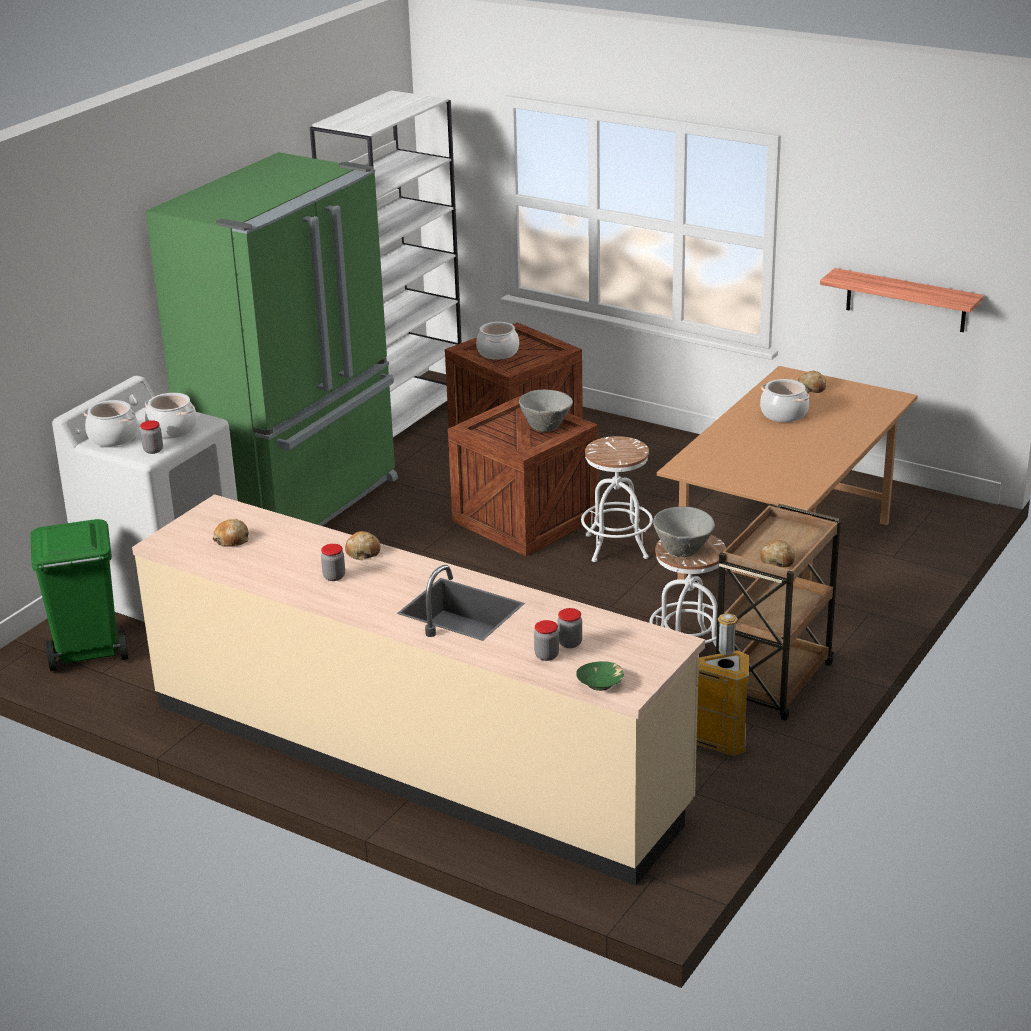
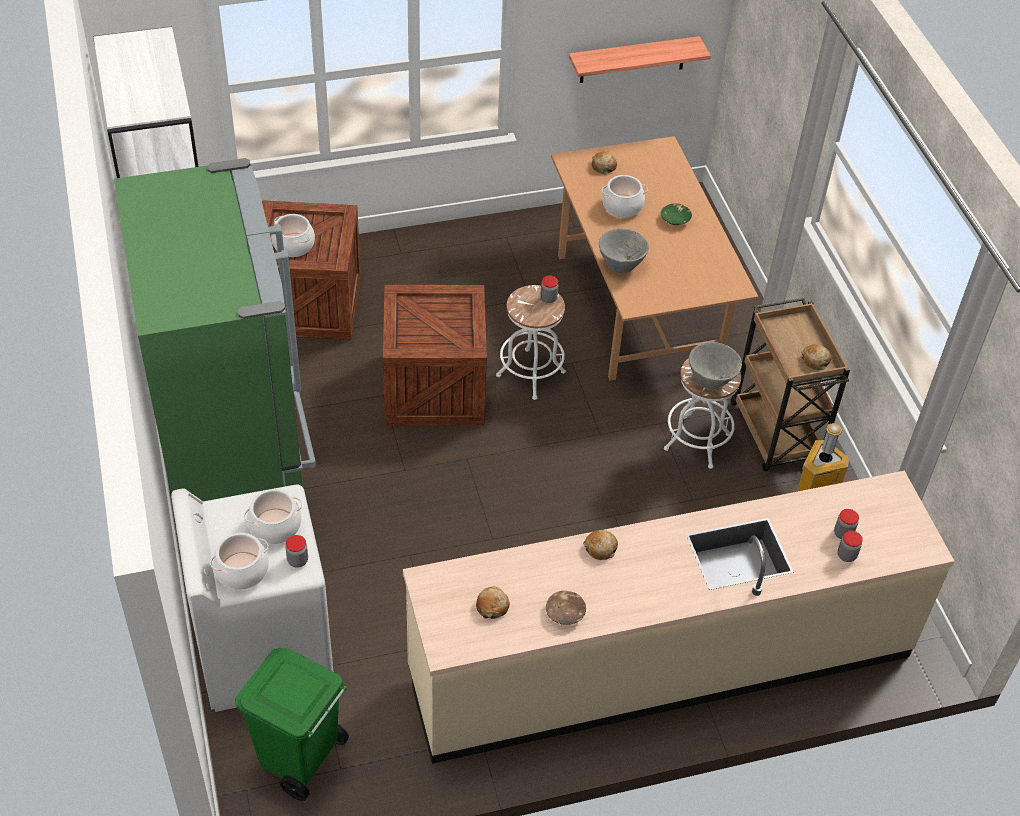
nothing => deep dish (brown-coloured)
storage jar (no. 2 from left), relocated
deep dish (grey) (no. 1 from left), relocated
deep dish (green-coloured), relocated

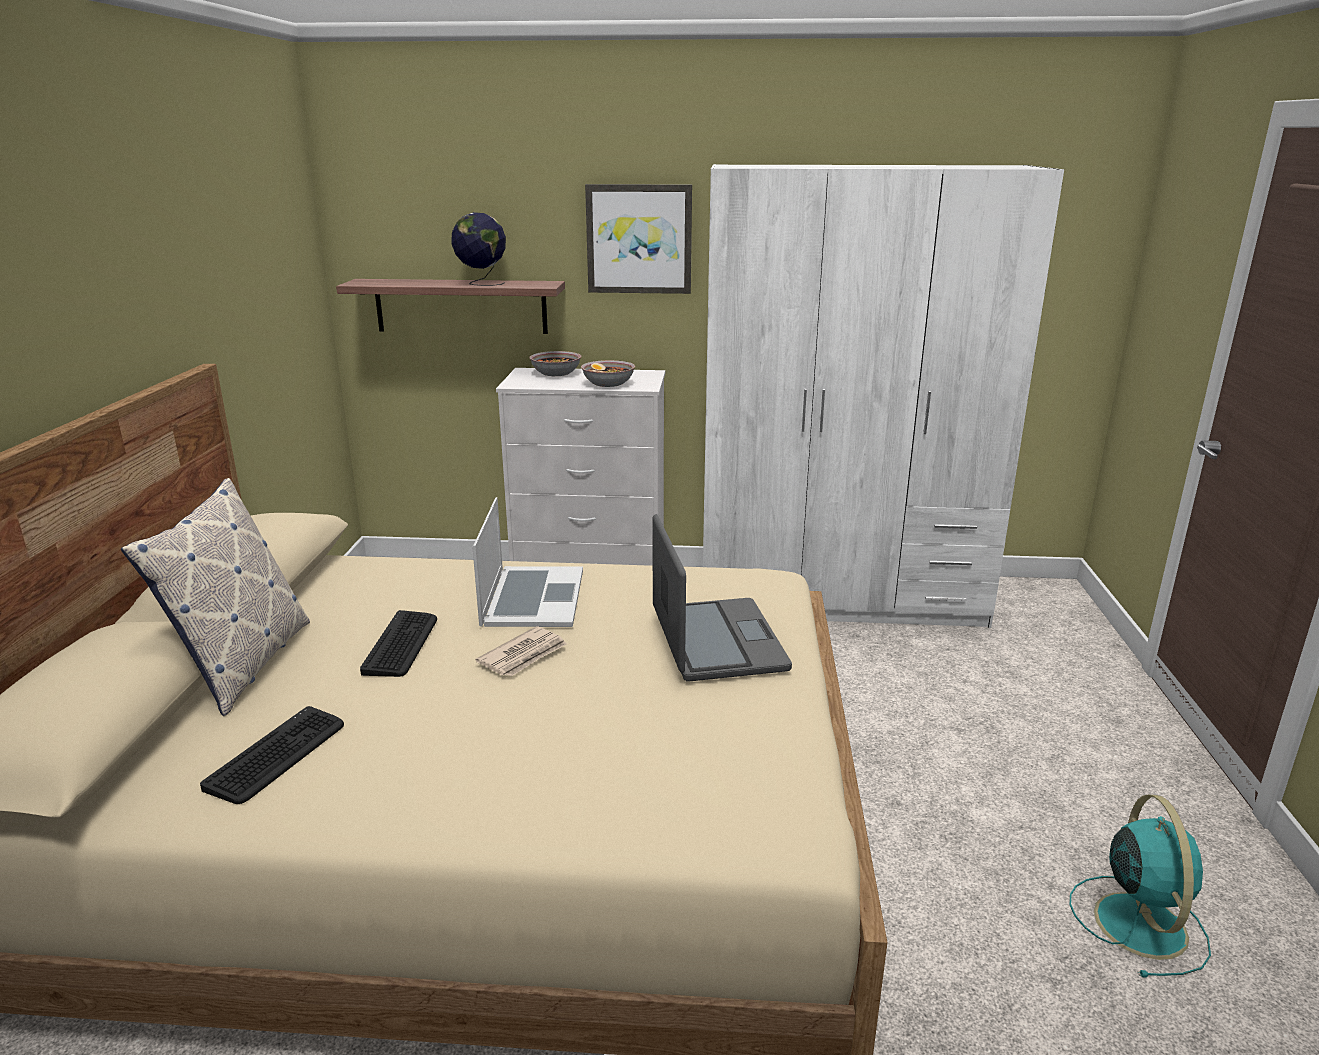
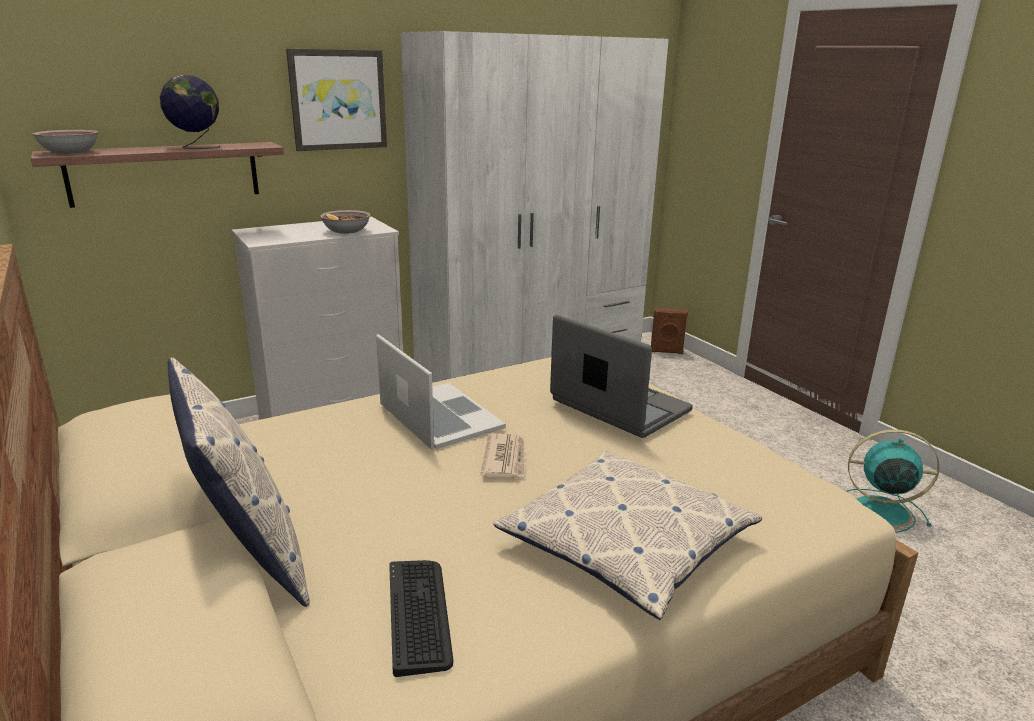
PC keyboard (no. 2 from left) => nothing
nothing => throw pillow (no. 2 from left)
nothing => speaker (brown-coloured)
deep dish (no. 1 from left), relocated
cooling fan (turquoise), 45 degrees counterclockwise

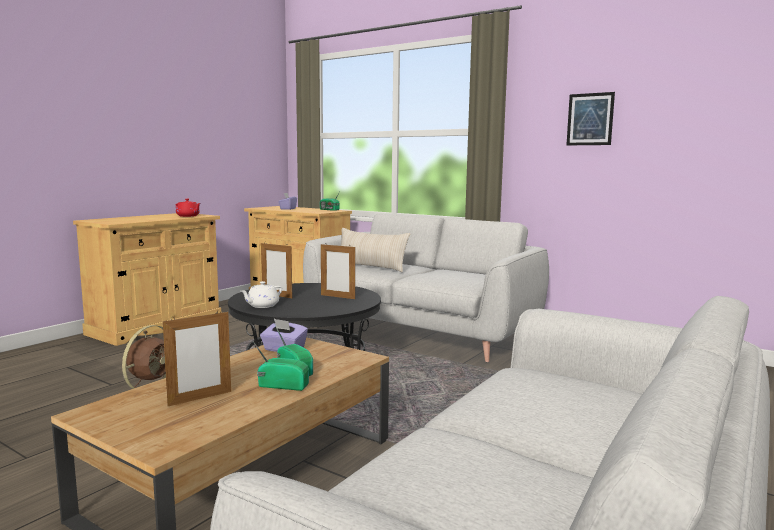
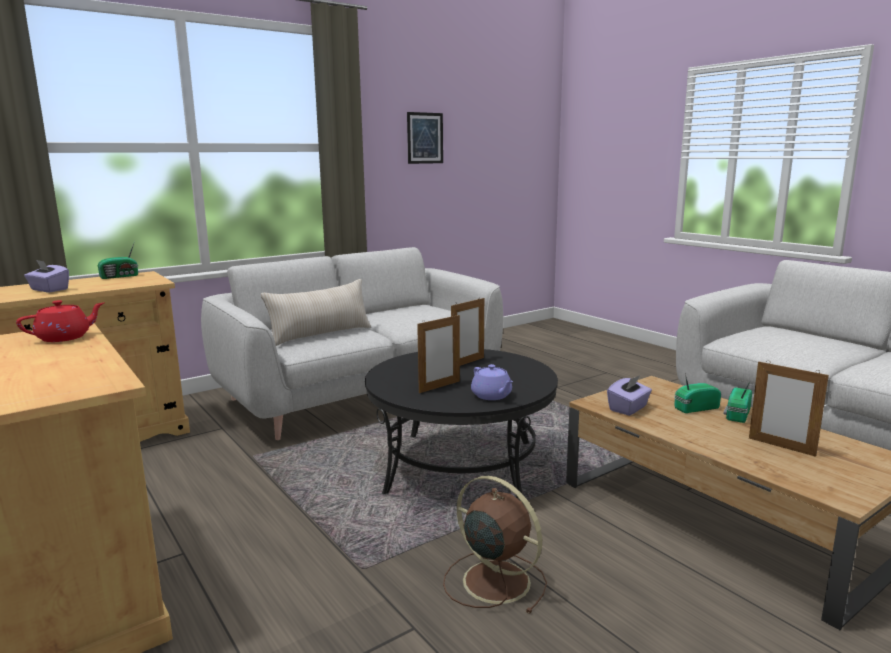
pot for tea (white-coloured) => pot for tea (purple-coloured)
photo frame (no. 1 from left in the first image) => photo frame (no. 3 from left), 150 degrees clockwise

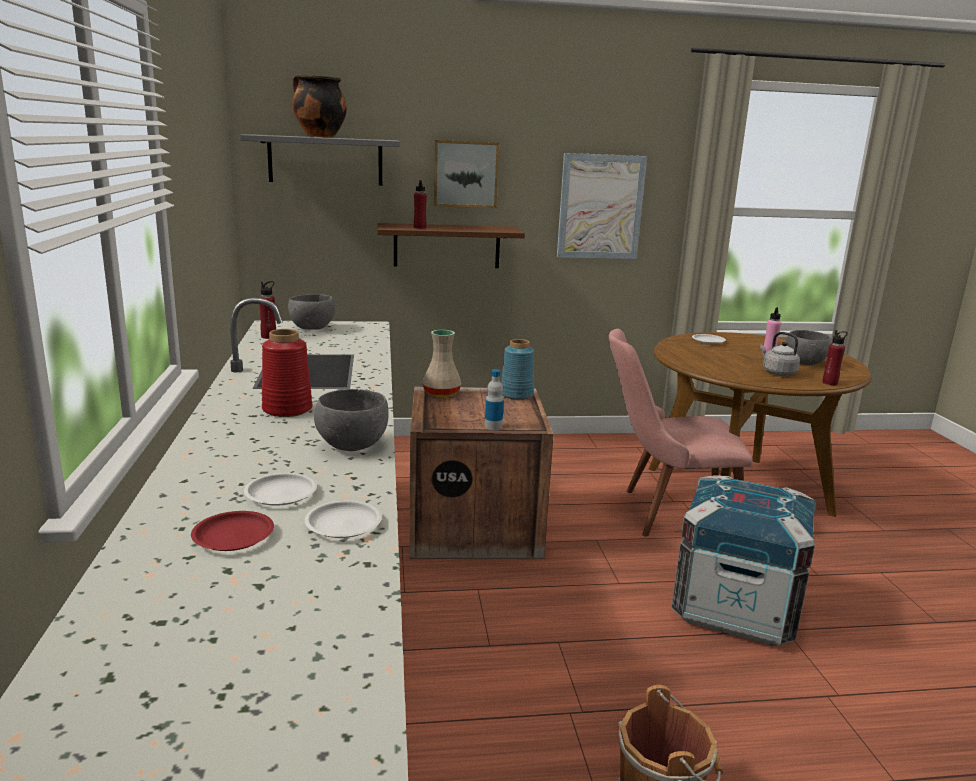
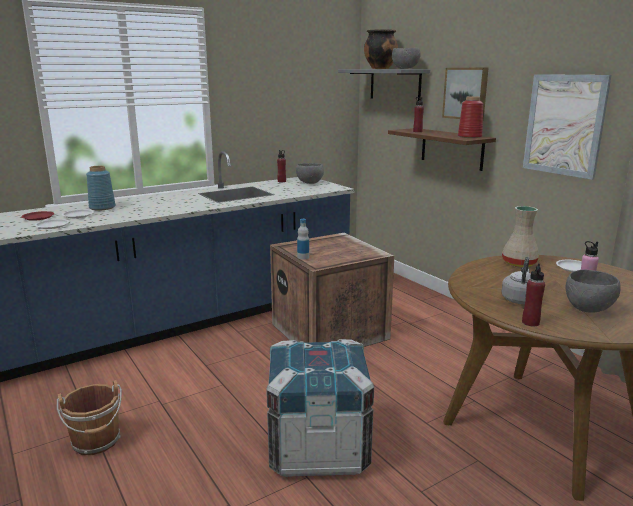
upright chair (pink-coloured) => nothing
vase (reddish), relocated
deep dish (grey) (no. 2 from left), relocated
vase (beige), relocated
vase (bluish), relocated

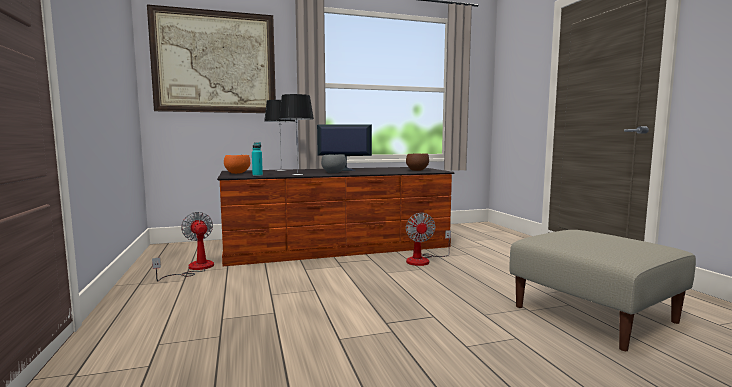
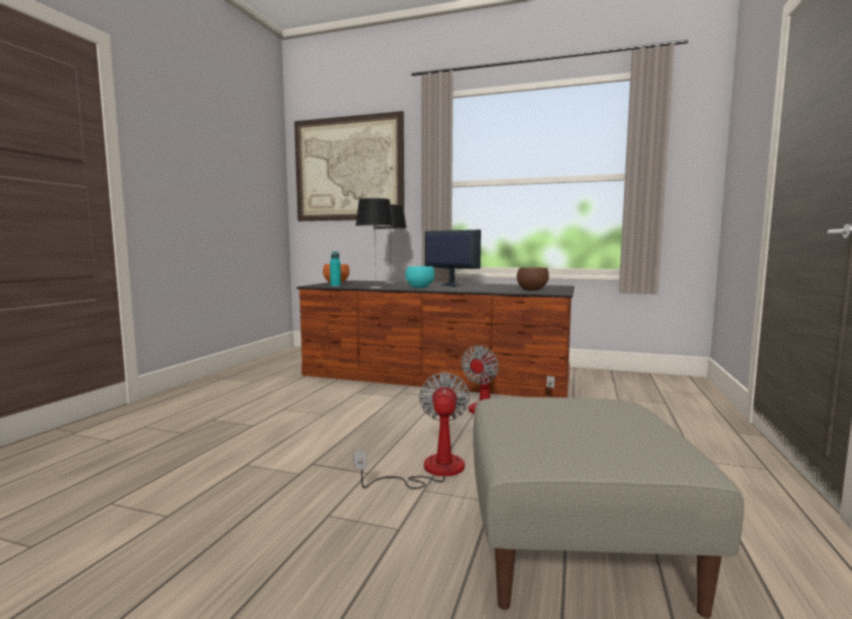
cooling fan (no. 1 from left), relocated
deep dish (grey) => deep dish (turquoise)

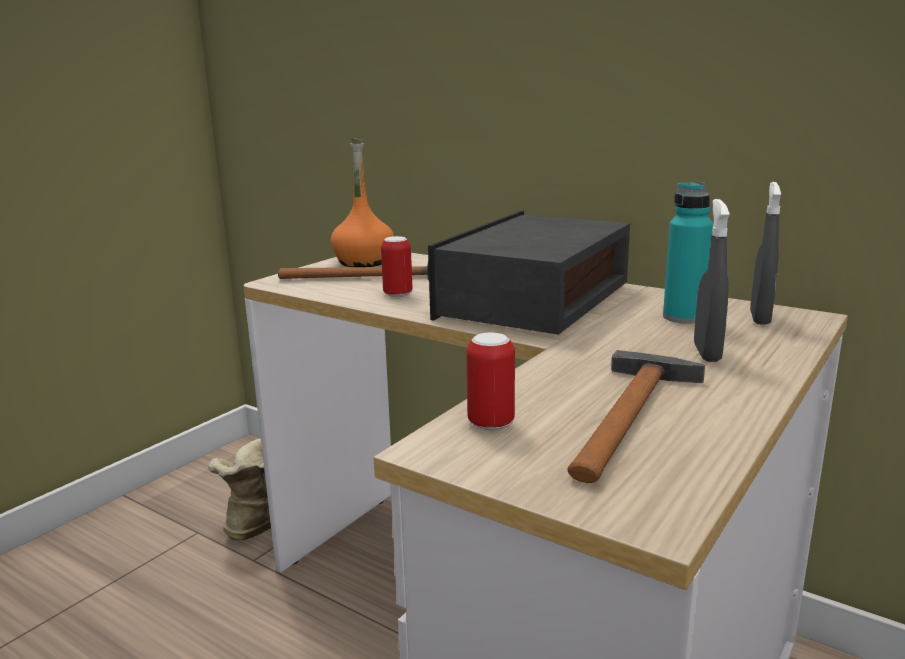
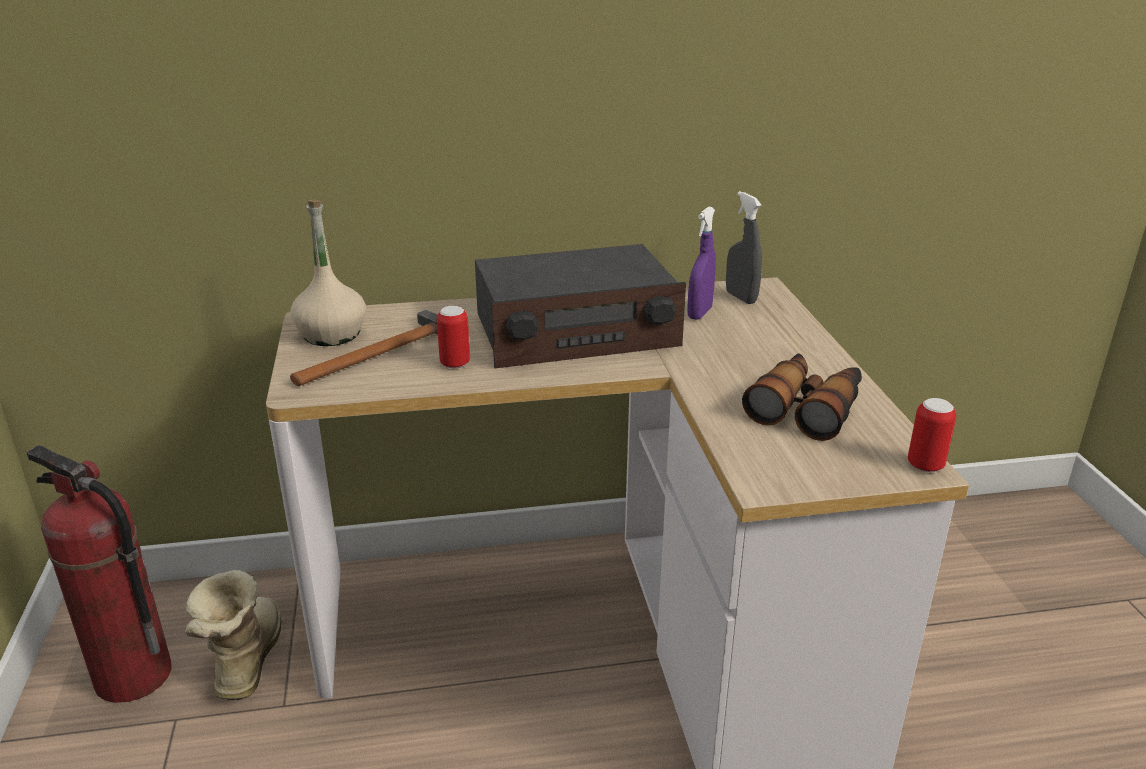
spray bottle (grey) (no. 1 from left) => nothing
nothing => fire extinguisher
sealed can (no. 2 from left), relocated
hammer (no. 2 from left) => field glasses
beverage bottle (turquoise) => spray bottle (purple-coloured)
beverage bottle (orange) => beverage bottle (beige)
radio, 90 degrees counterclockwise

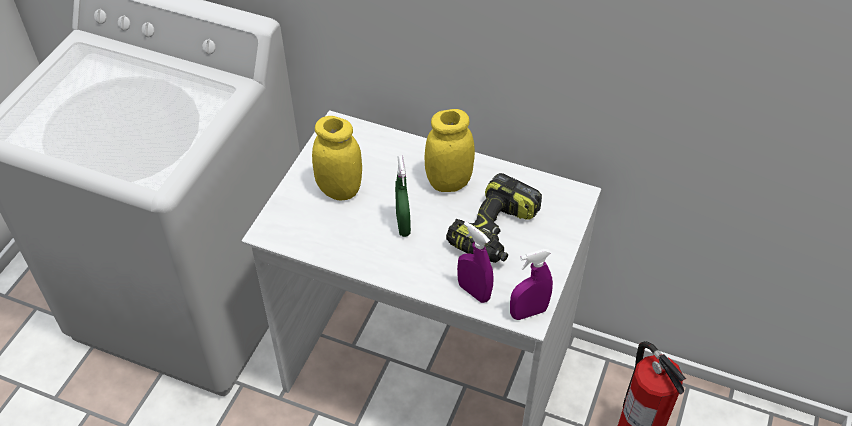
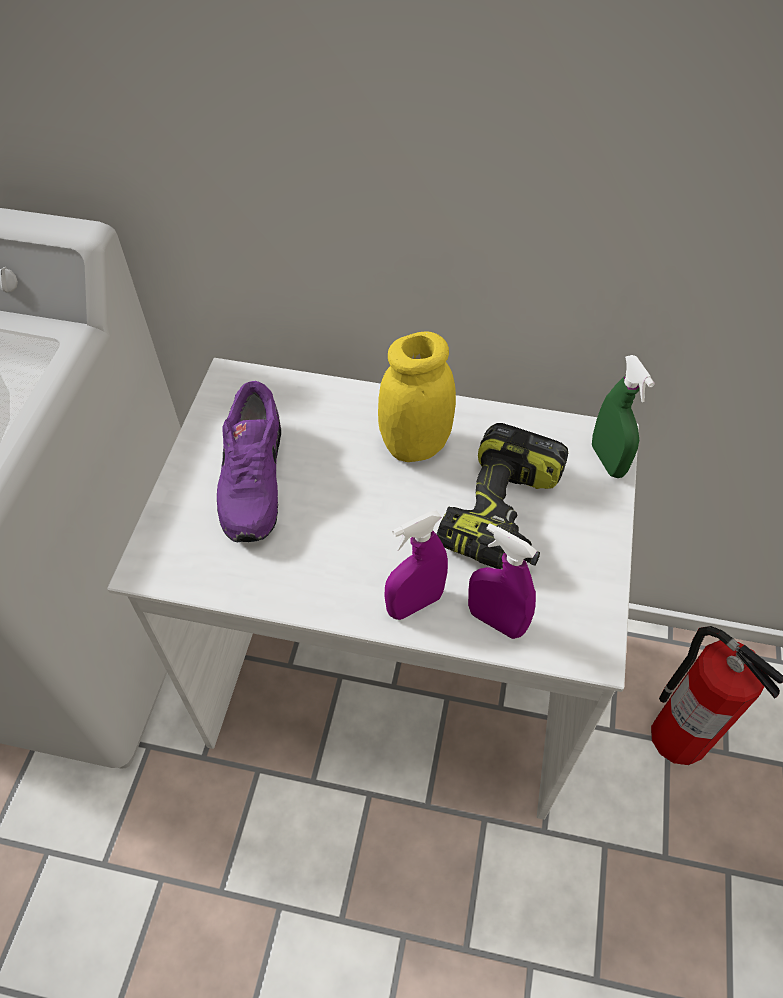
spray bottle (green-coloured), relocated
spray bottle (purple-coloured) (no. 2 from left in the first image) => spray bottle (purple-coloured) (no. 1 from left), relocated
storage jar (yellow-coloured) (no. 1 from left) => low shoe (purple-coloured)

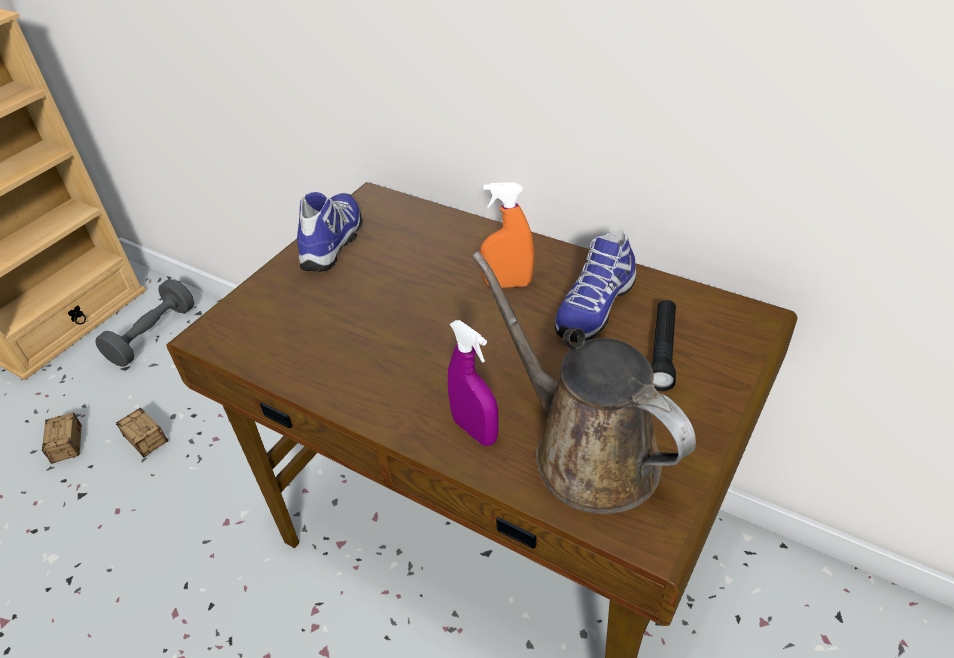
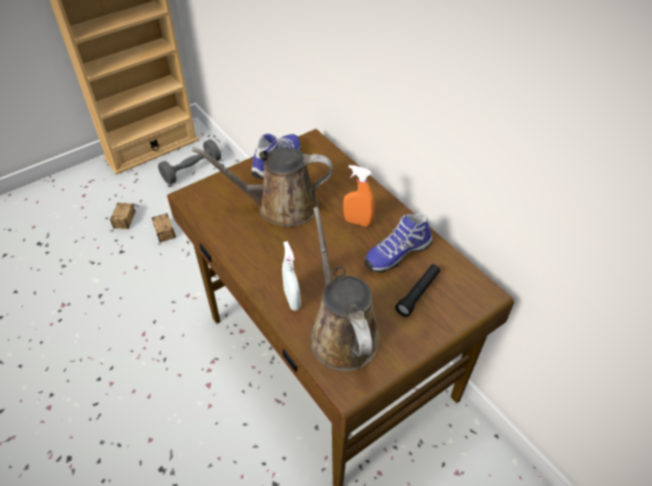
nothing => watering can (brown-coloured) (no. 1 from left)
spray bottle (purple-coloured) => spray bottle (white-coloured)

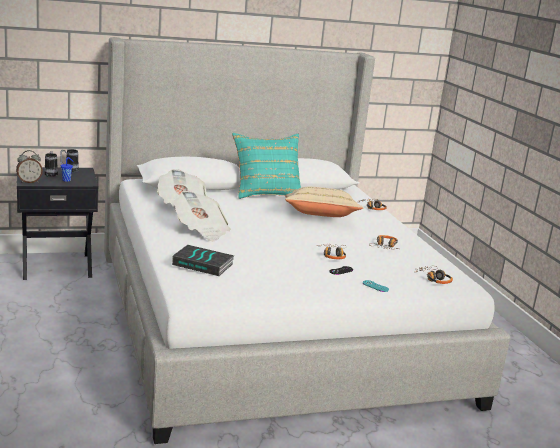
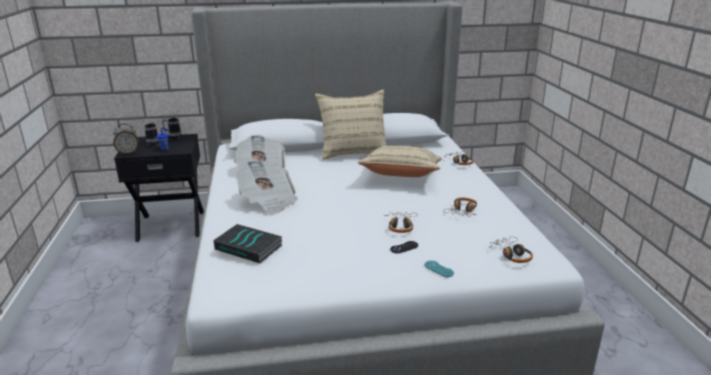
throw pillow (turquoise) => throw pillow (beige) (no. 1 from left)

